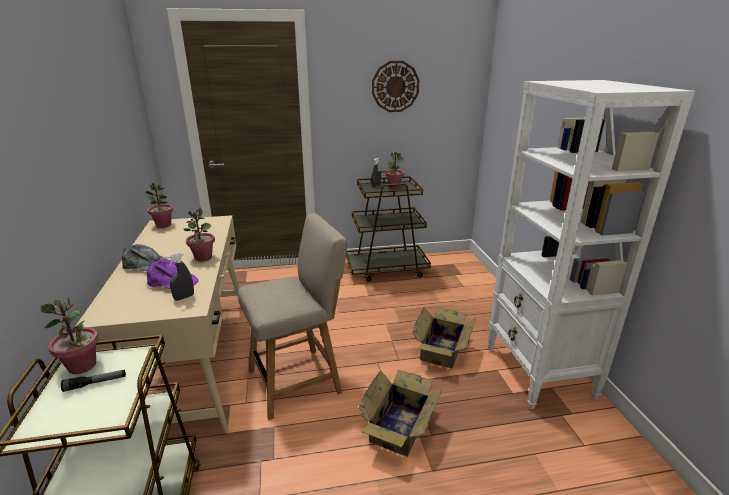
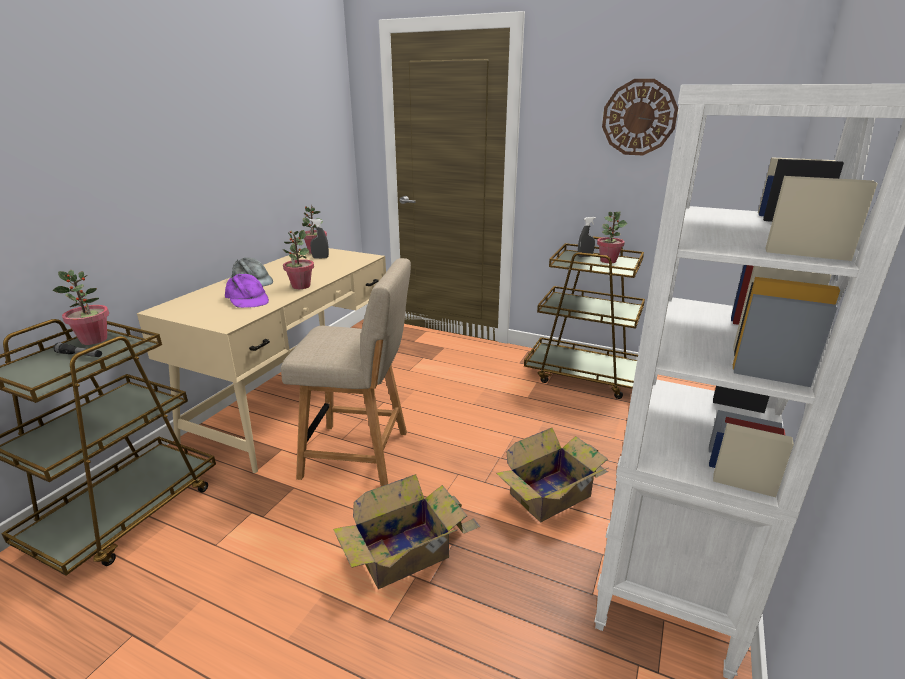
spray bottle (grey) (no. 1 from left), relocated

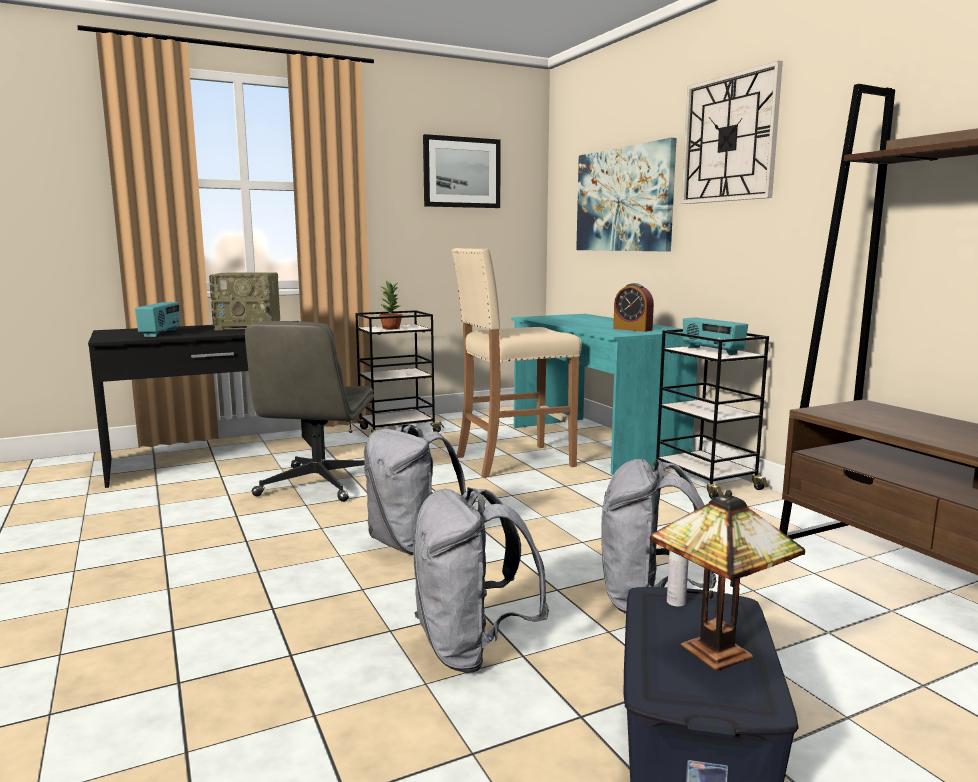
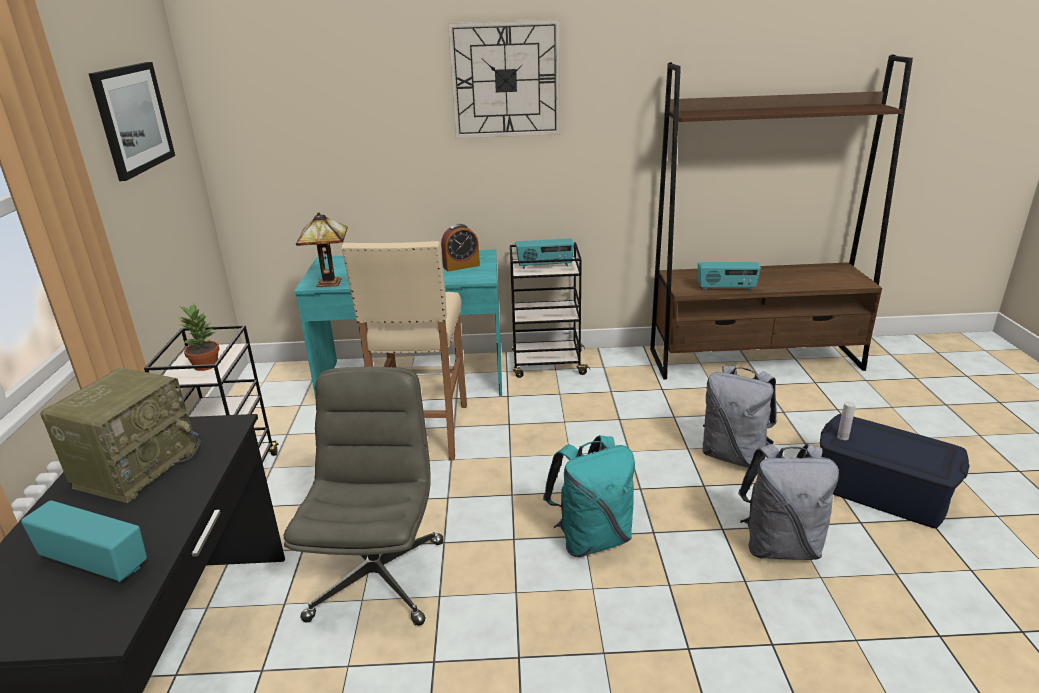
wall picture (no. 2 from left) => nothing
nothing => radio (no. 4 from left)
table lamp, relocated
rucksack (grey) (no. 1 from left) => rucksack (turquoise)
office chair (grey), 120 degrees counterclockwise

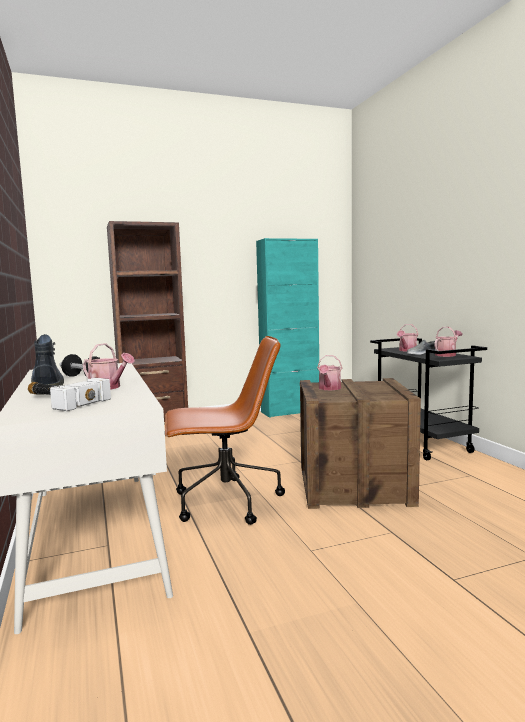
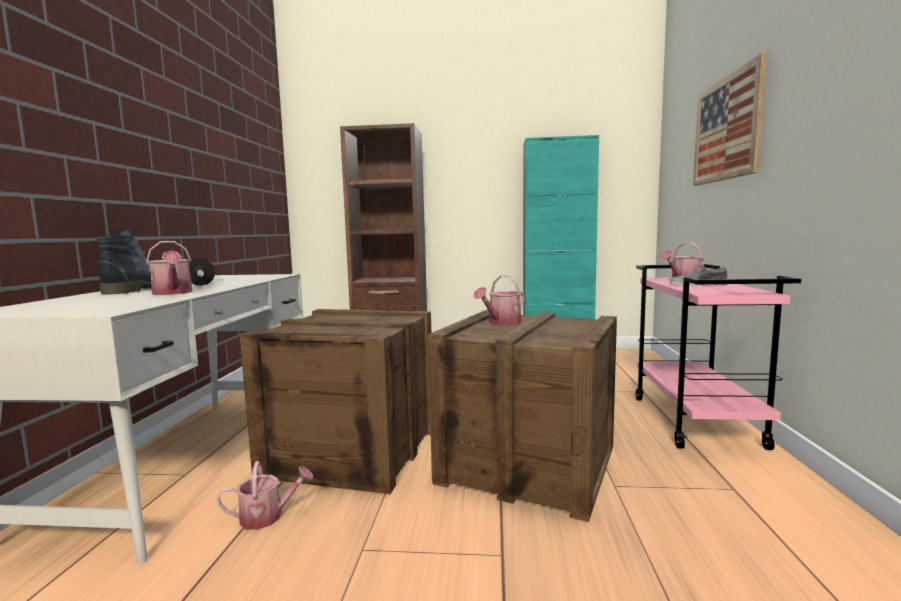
hammer => nothing
nothing => wall picture
watering can (no. 4 from left in the first image) => watering can (no. 2 from left), relocated
office chair (brown-coloured) => shipping crate (no. 1 from left)
cart (blackish) => cart (pink-coloured)

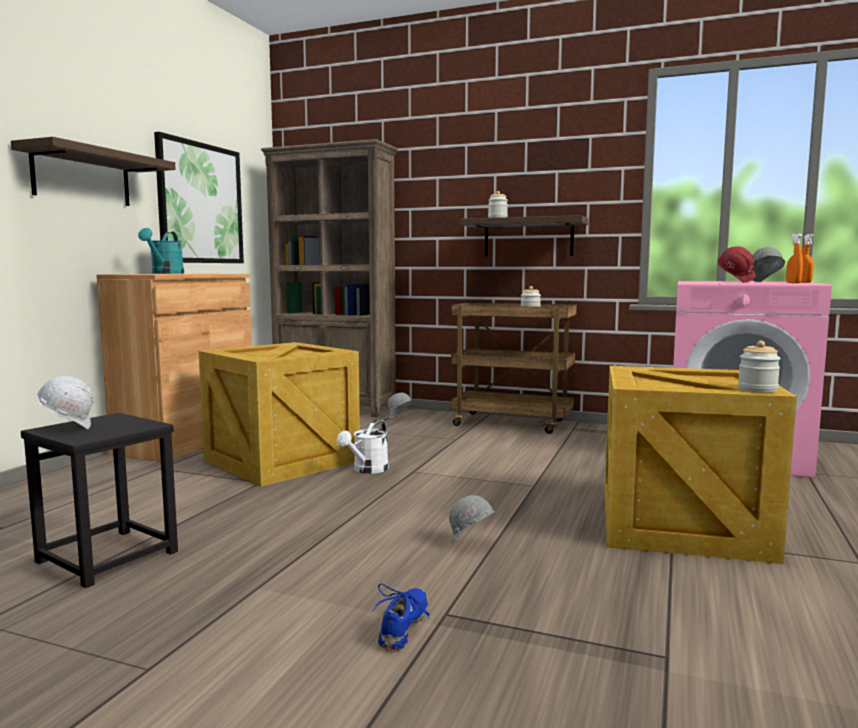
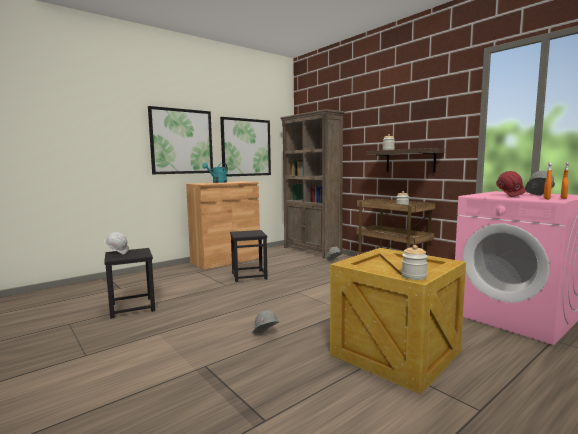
watering can (white-coloured) => nothing
low shoe (bluish) => nothing
bracket shelf (no. 1 from left) => wall picture (no. 1 from left)
shipping crate (no. 1 from left) => stool (blackish) (no. 2 from left)

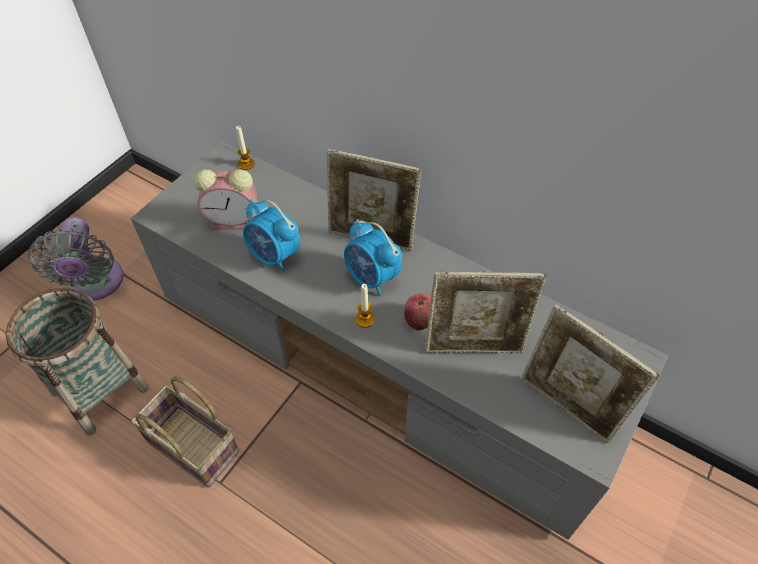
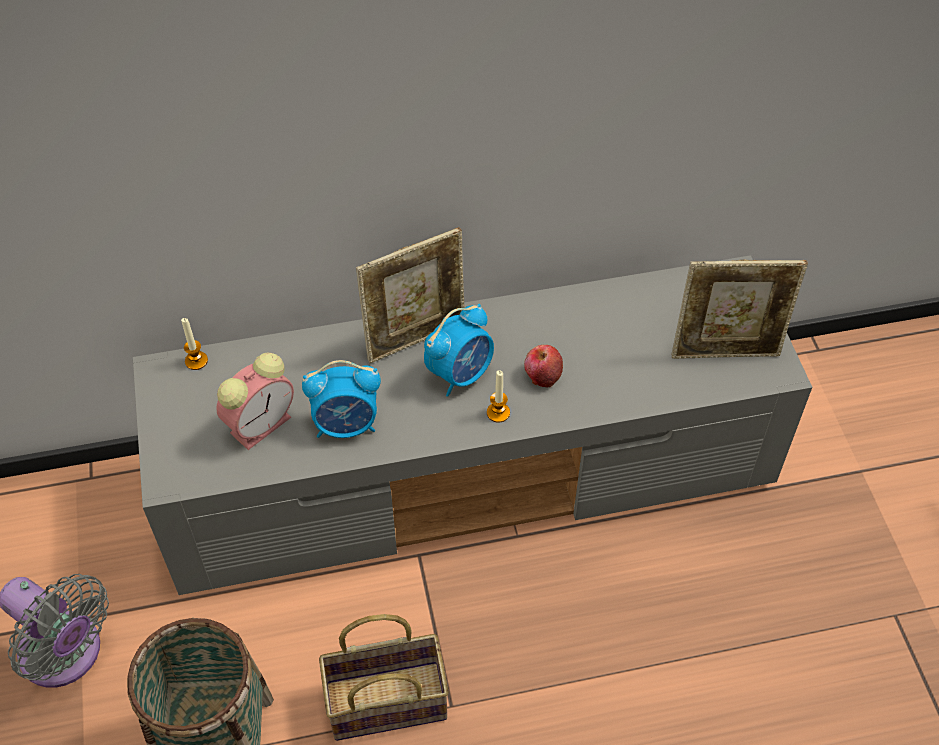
photo frame (no. 2 from left) => nothing
alarm clock (no. 3 from left), 45 degrees counterclockwise

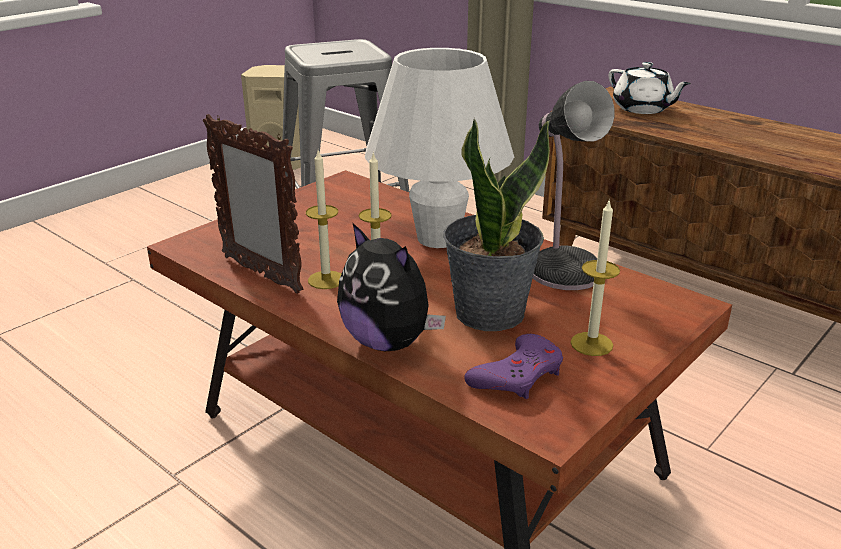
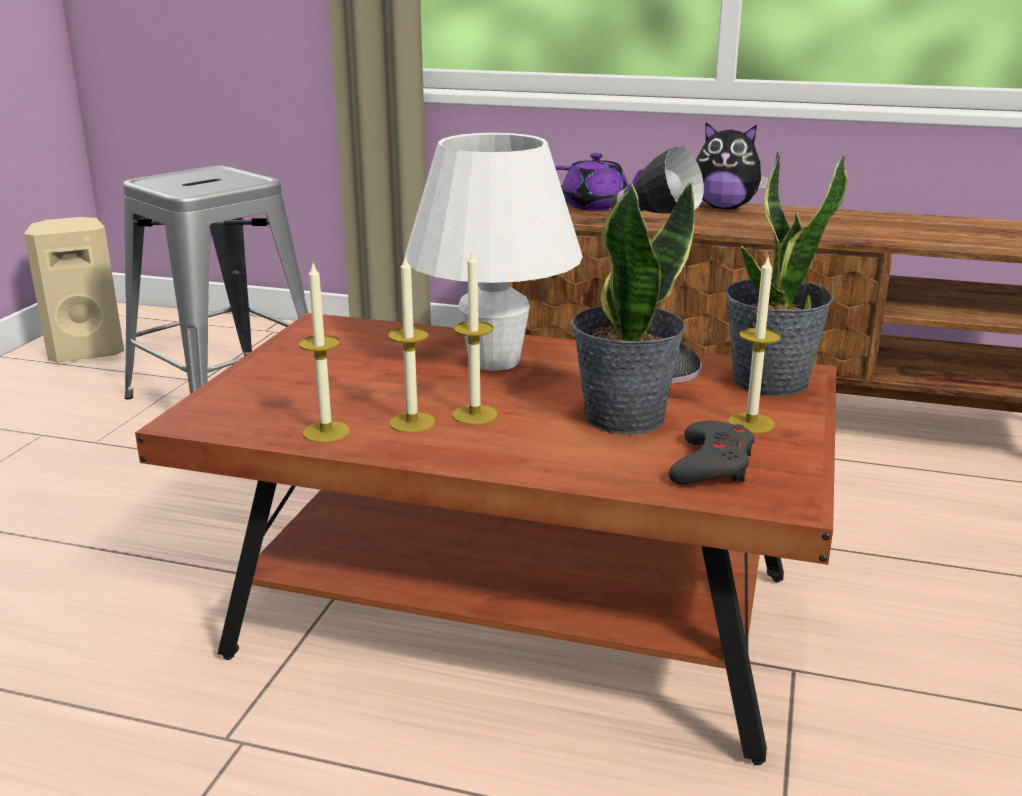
nothing => potted plant (no. 2 from left)
soft toy, relocated
photo frame => wax candle (no. 1 from left)
joypad (purple-coloured) => joypad (grey)
pot for tea (white-coloured) => pot for tea (purple-coloured)

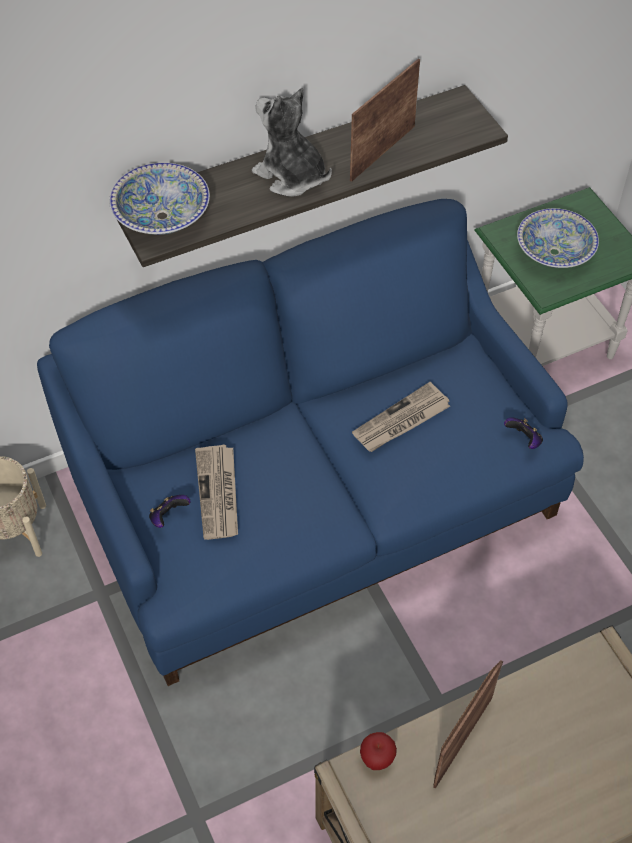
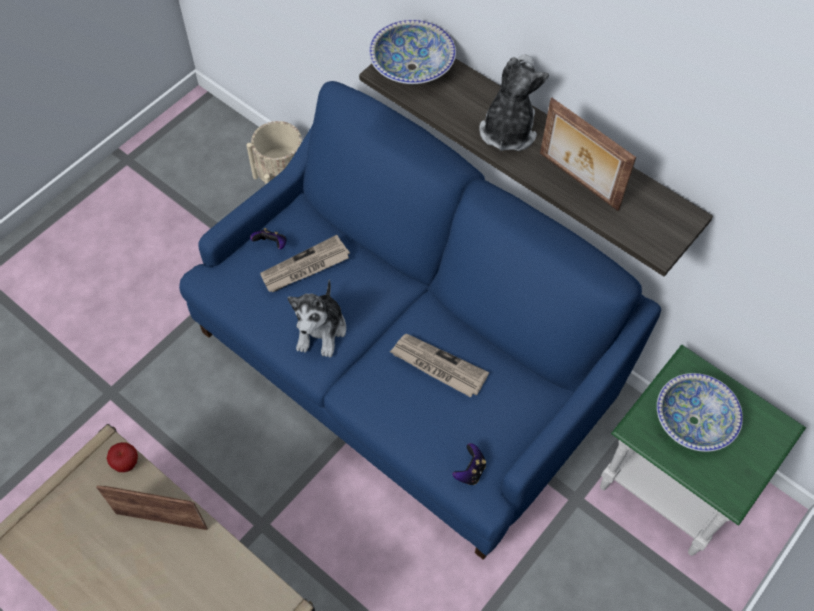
nothing => soft toy (no. 1 from left)
photo frame (no. 1 from left in the first image) => photo frame (no. 2 from left), 150 degrees counterclockwise

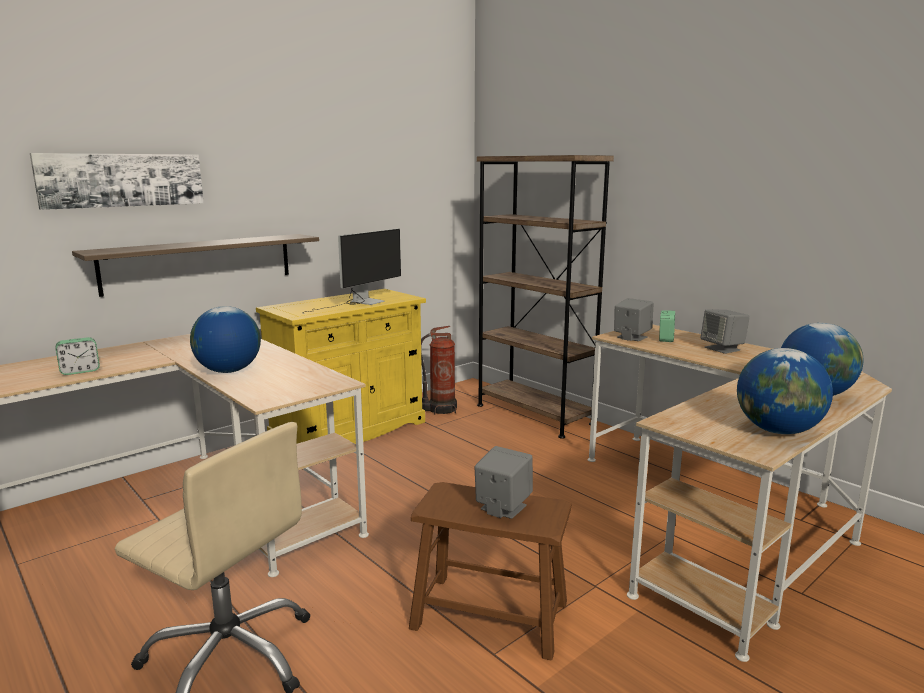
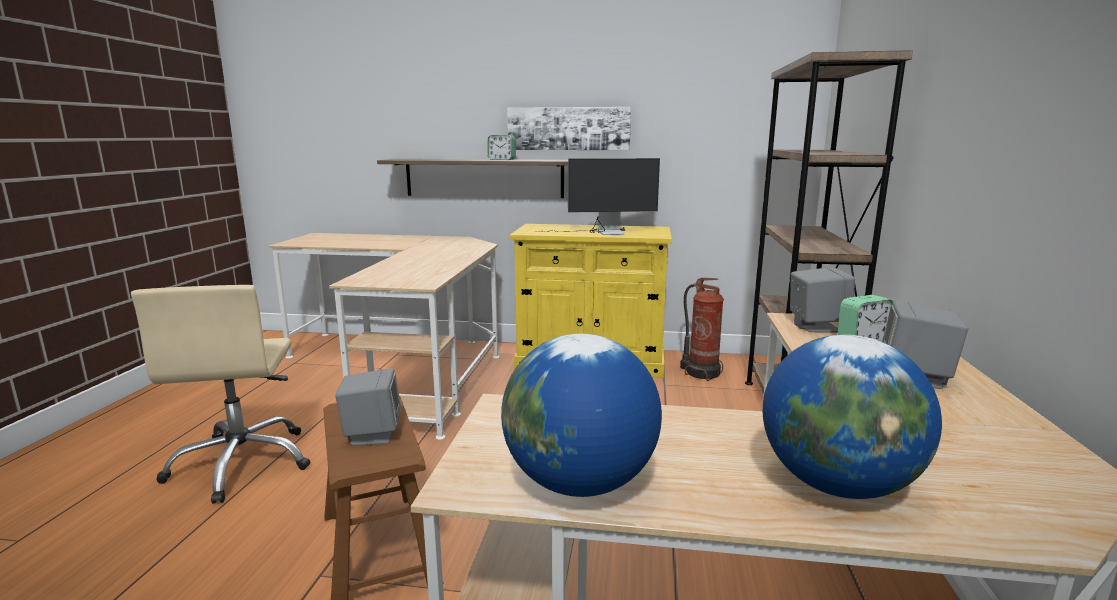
world globe (no. 1 from left) => nothing
wall picture, relocated
alarm clock (no. 1 from left), relocated

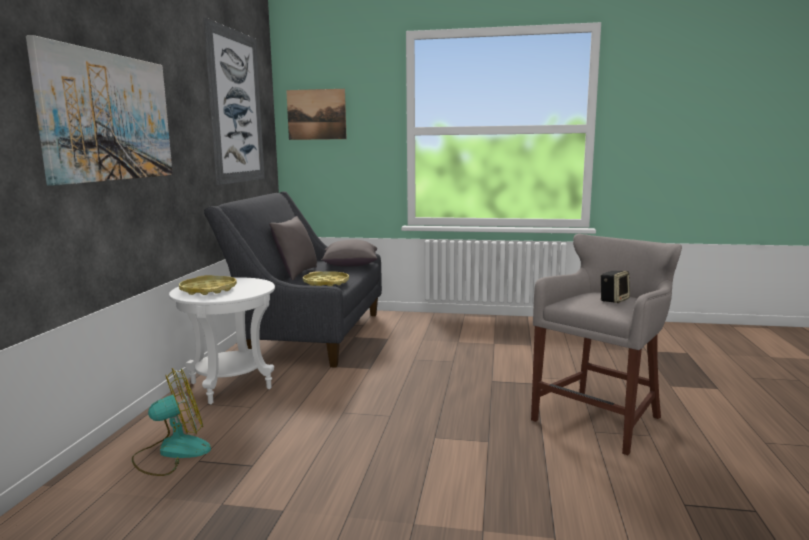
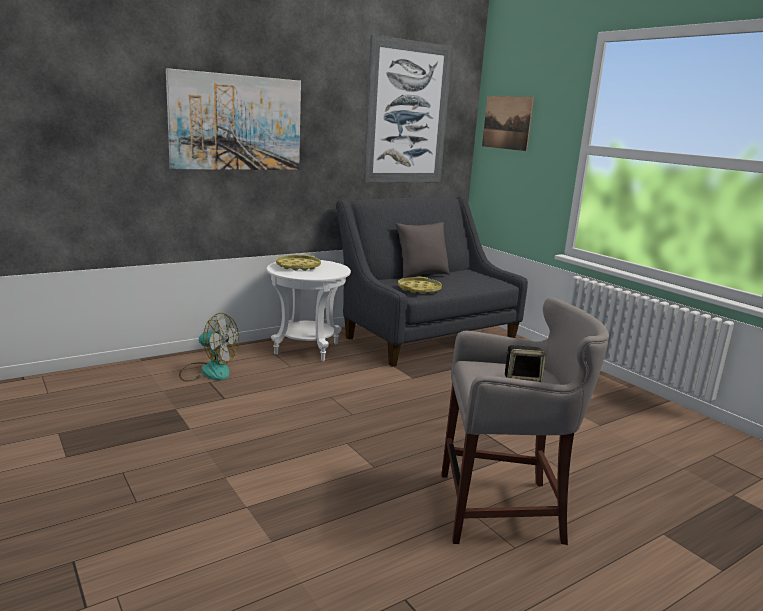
throw pillow (grey) (no. 2 from left) => nothing

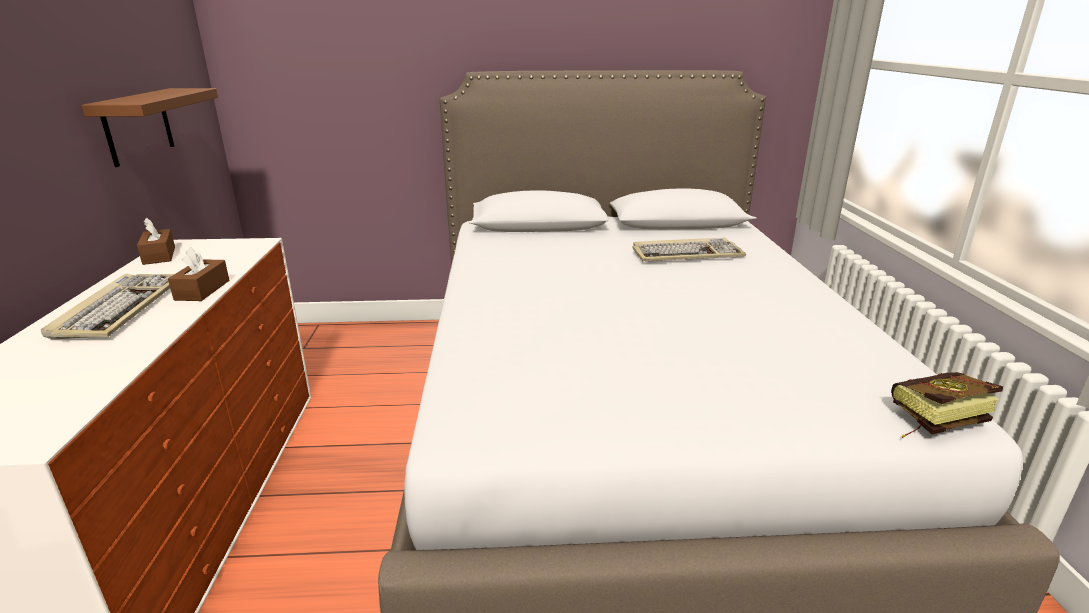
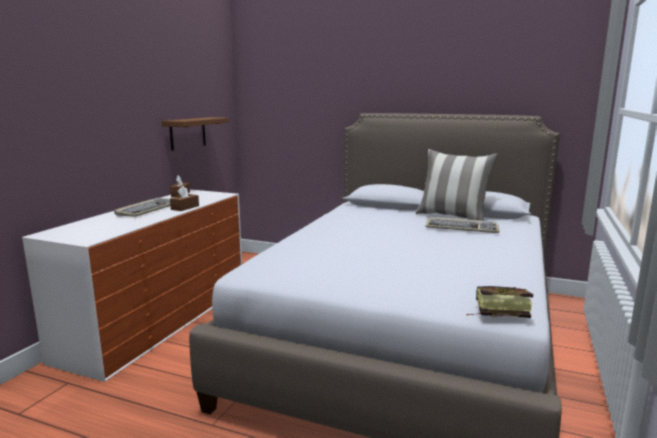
nothing => throw pillow

